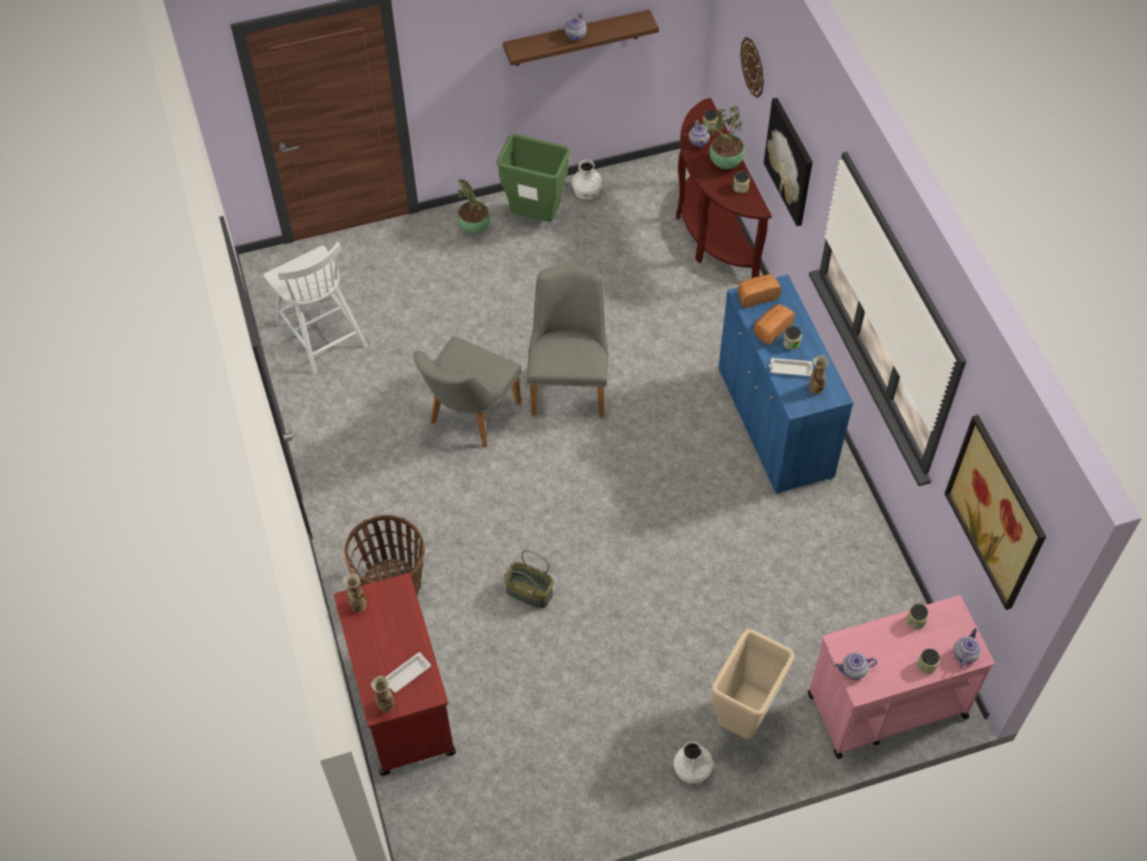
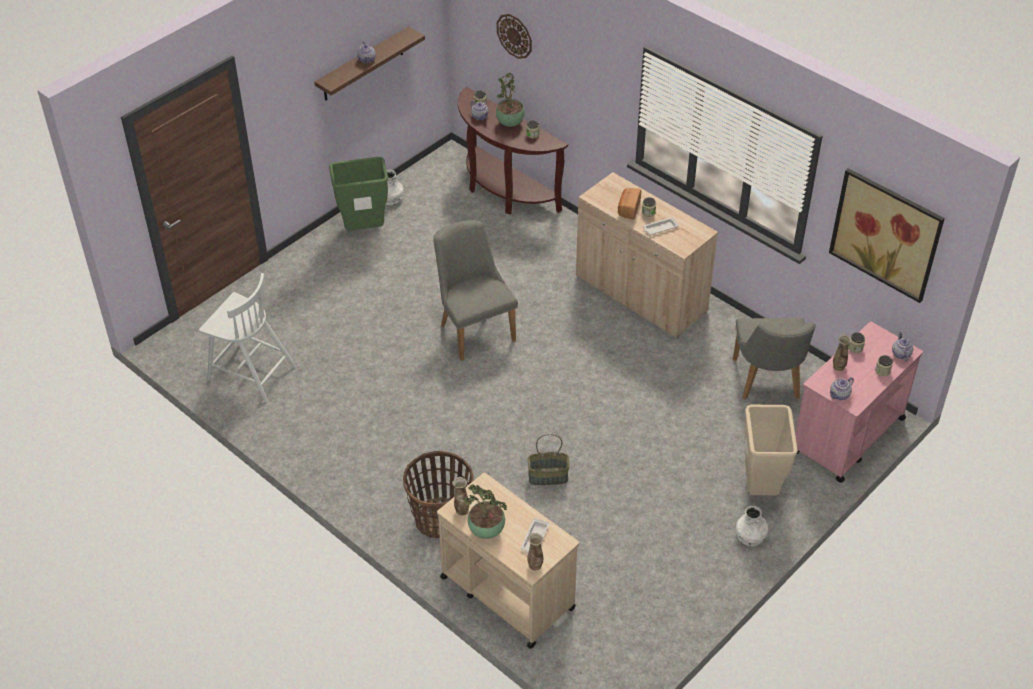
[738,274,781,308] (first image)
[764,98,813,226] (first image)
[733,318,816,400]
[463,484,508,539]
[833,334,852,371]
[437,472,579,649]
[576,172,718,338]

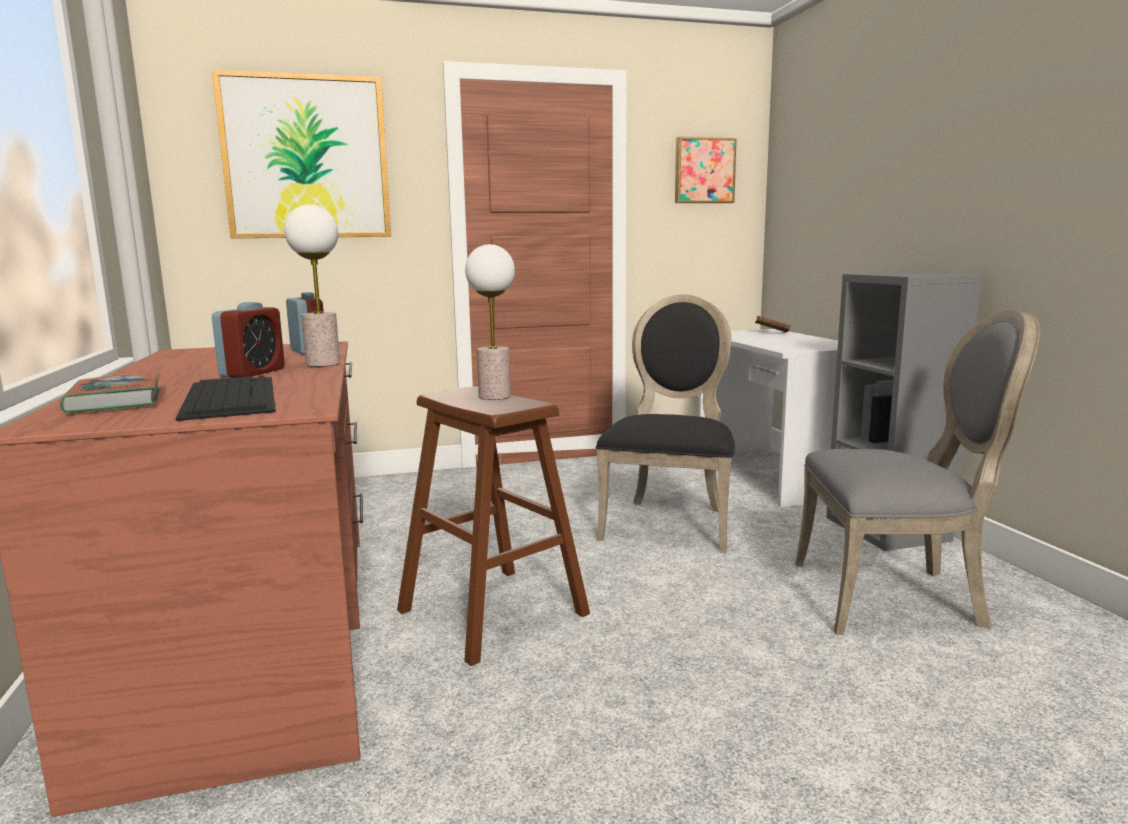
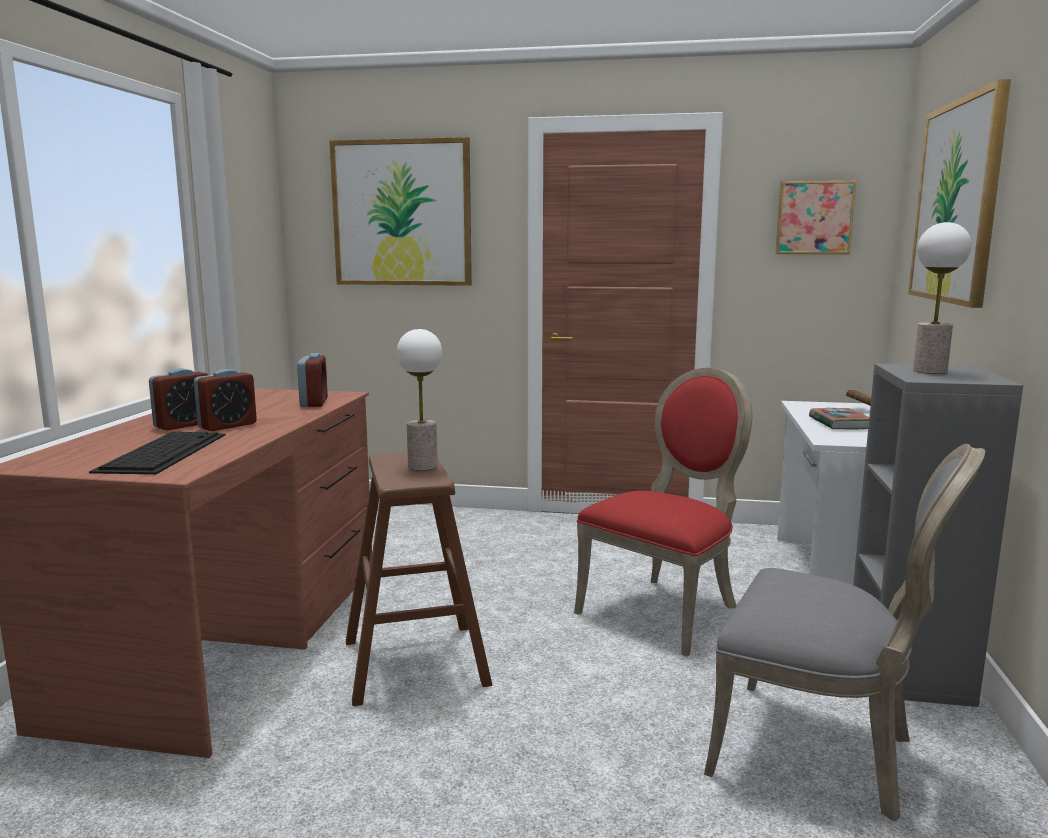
[149,369,208,431]
[908,79,1011,308]
[809,408,869,429]
[913,222,971,374]
[574,367,752,657]

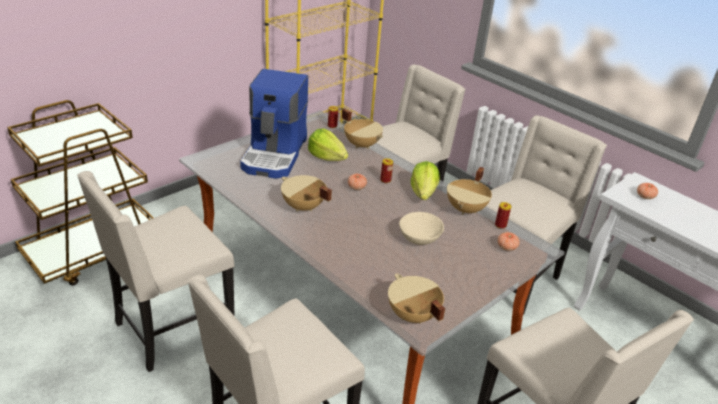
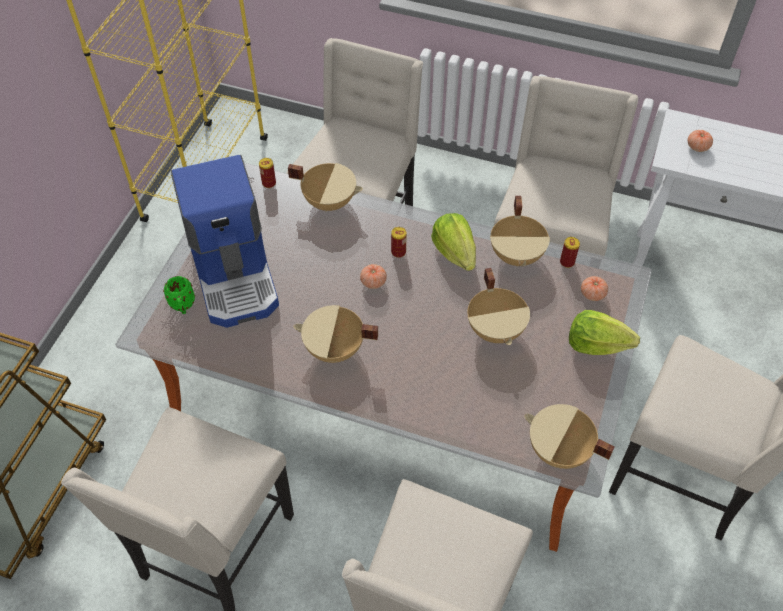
[163,276,195,314]
[569,310,640,355]
[468,268,530,345]

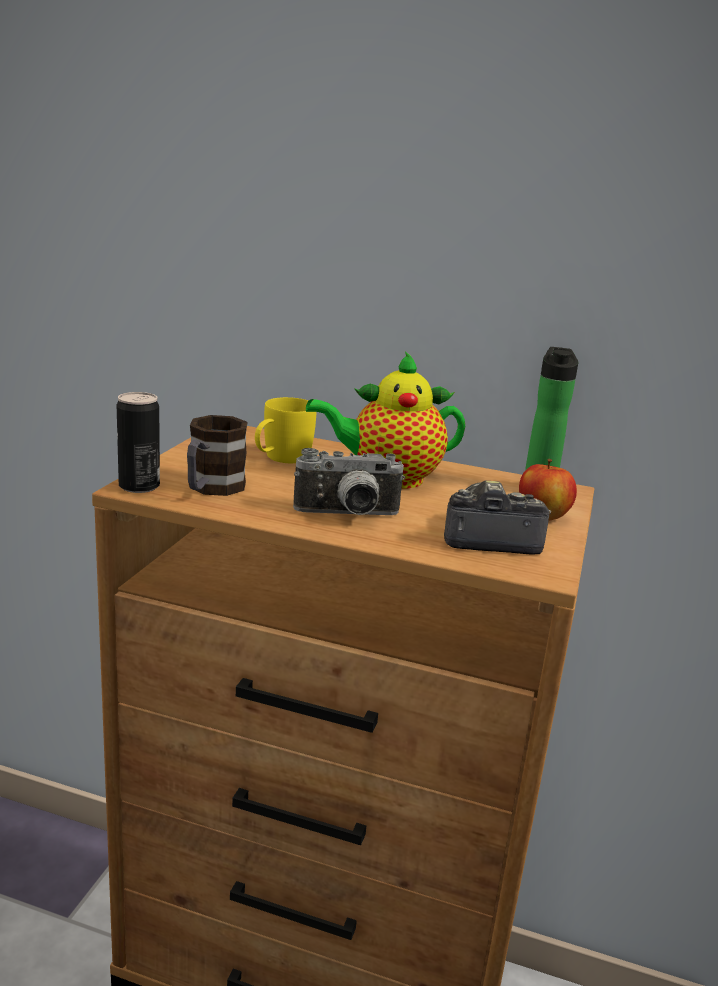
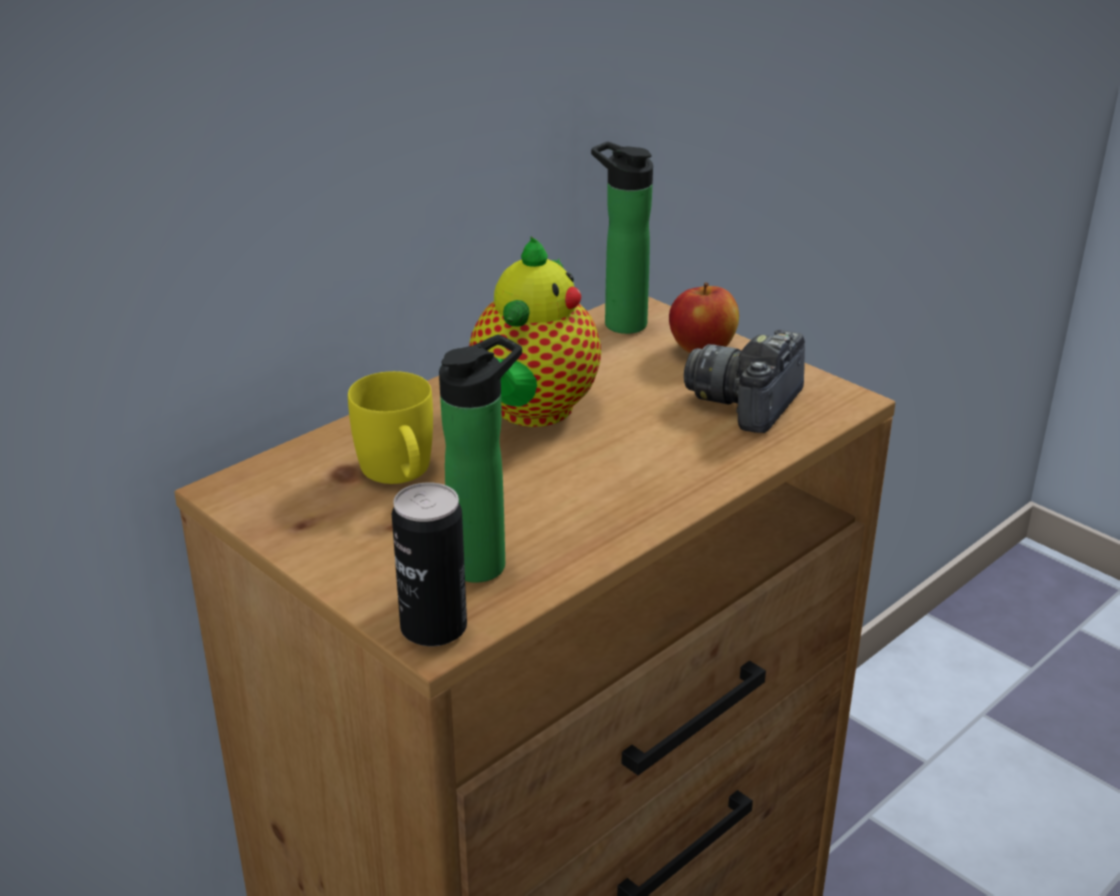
[293,448,405,515] (first image)
[439,335,522,583]

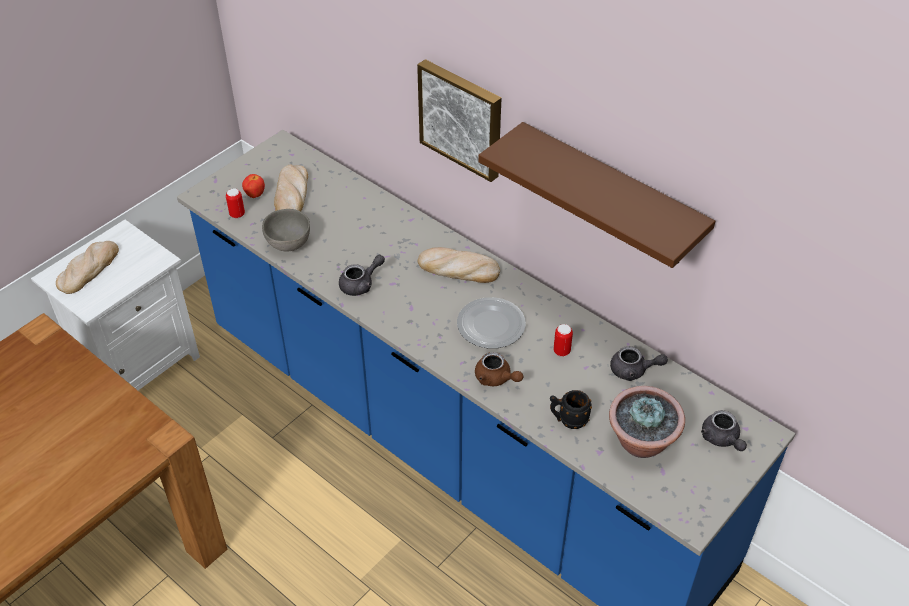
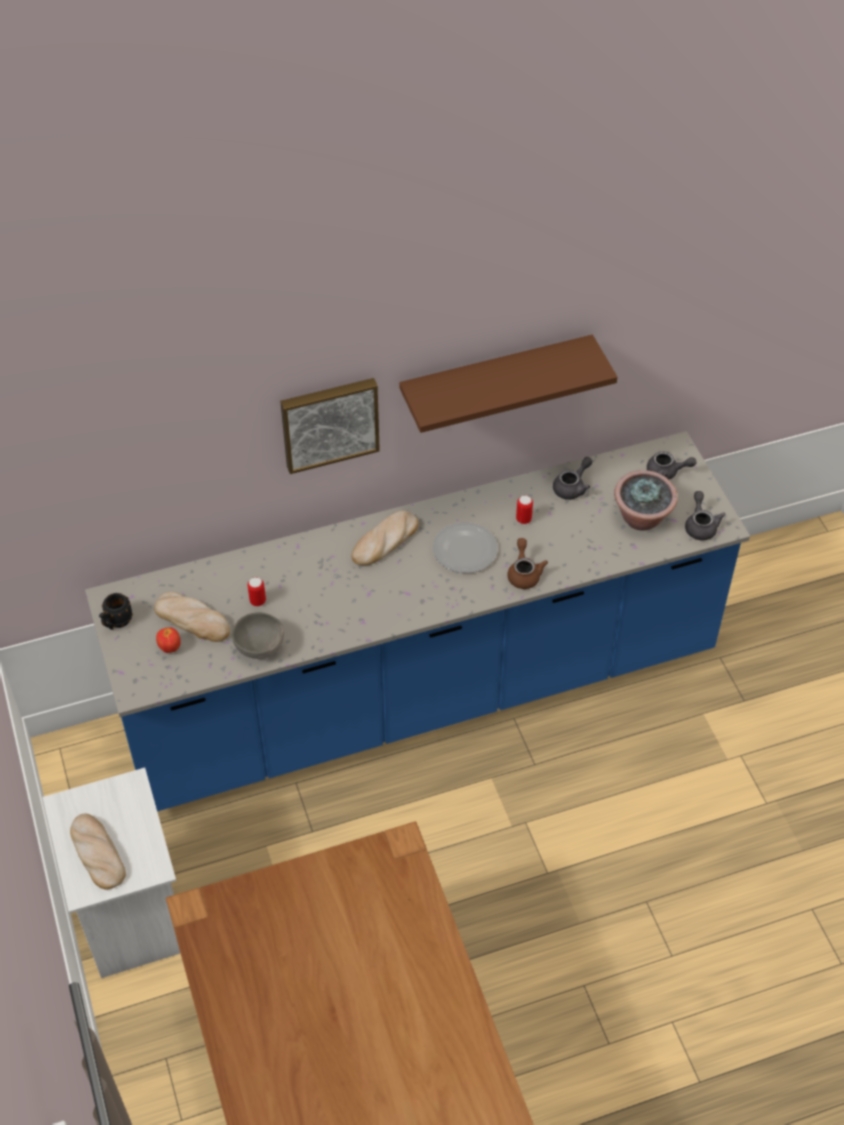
[248,577,266,606]
[685,491,726,541]
[99,593,133,630]
[507,538,548,589]

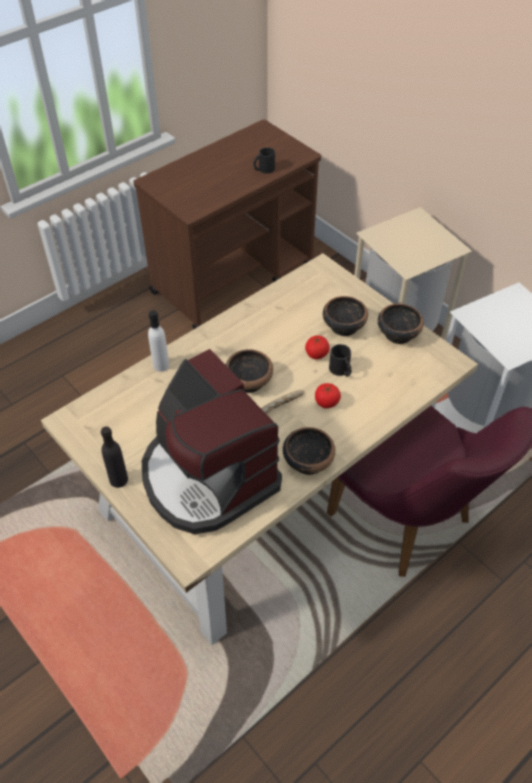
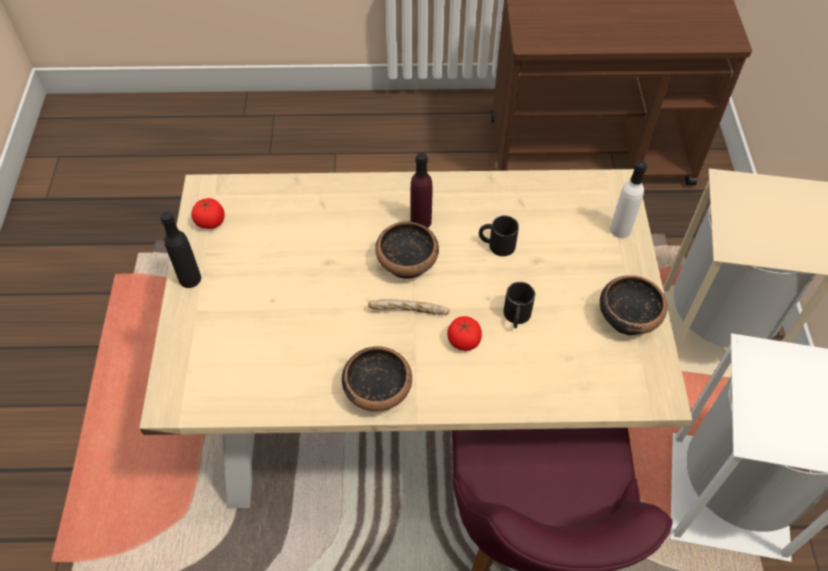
[142,349,282,534] (first image)
[323,296,368,336] (first image)
[411,152,432,228]
[610,161,647,238]
[479,215,519,256]
[191,198,225,229]

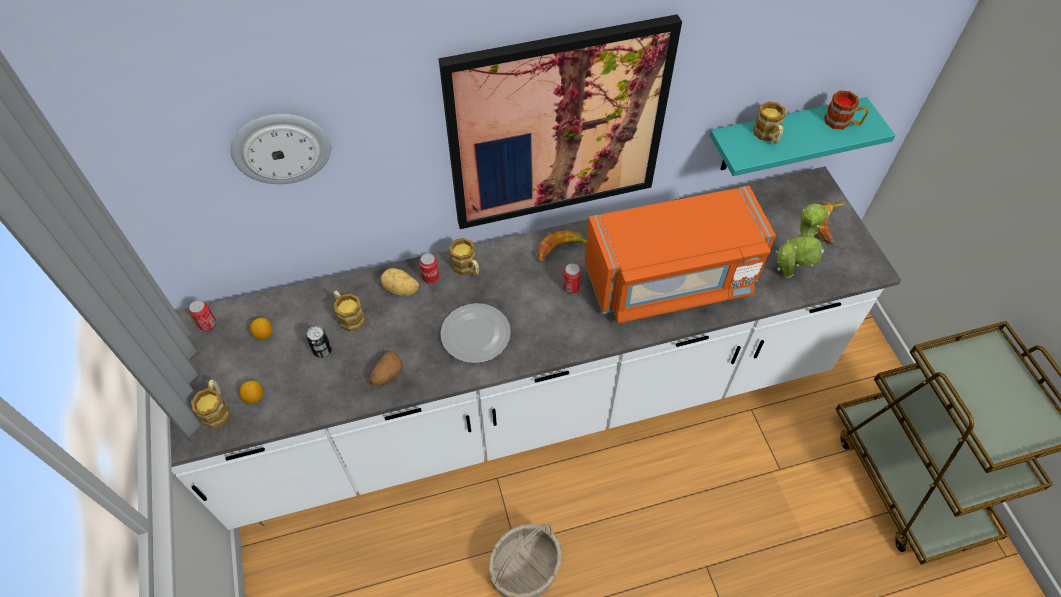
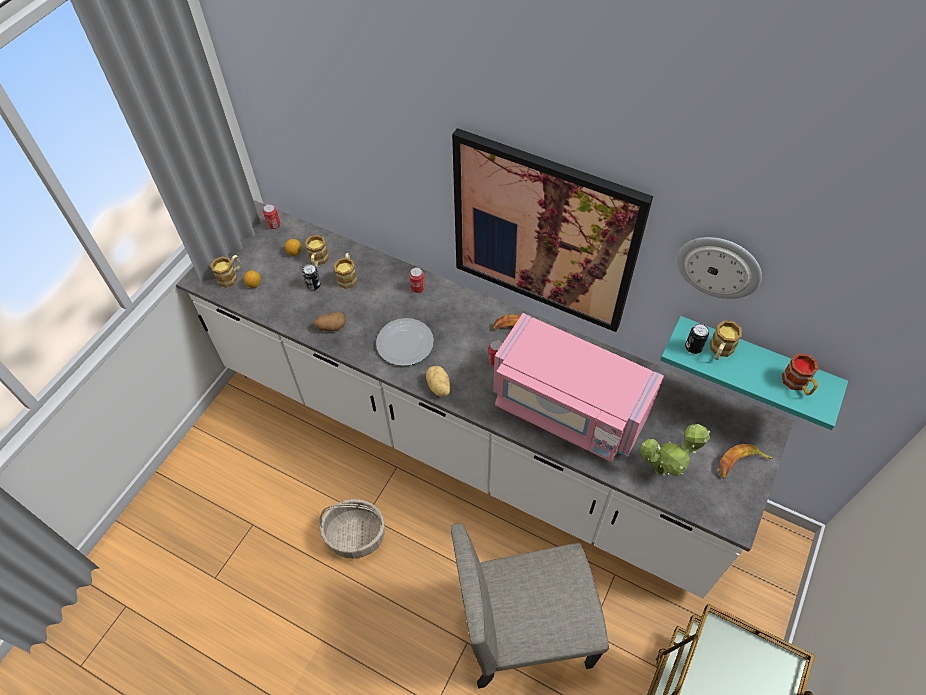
[450,523,609,689]
[685,323,709,354]
[677,237,762,299]
[426,366,450,397]
[305,235,329,268]
[493,313,664,462]

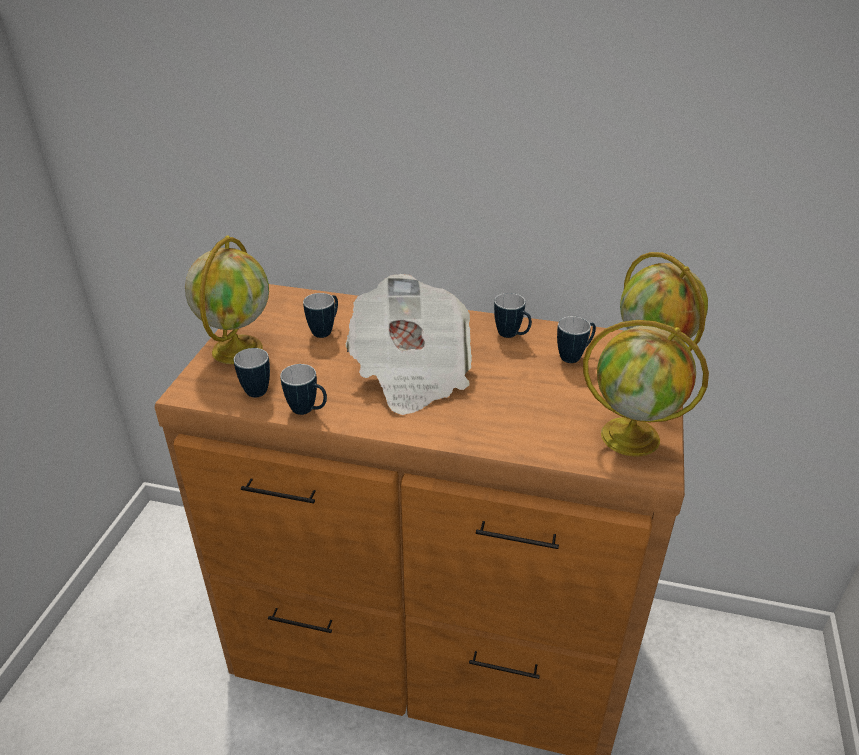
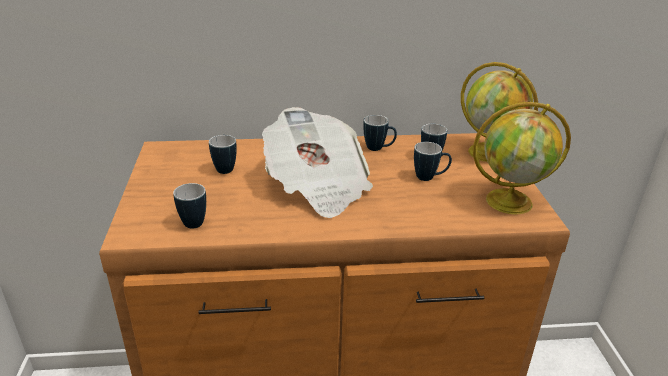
[185,235,269,364] (first image)
[414,142,452,181]

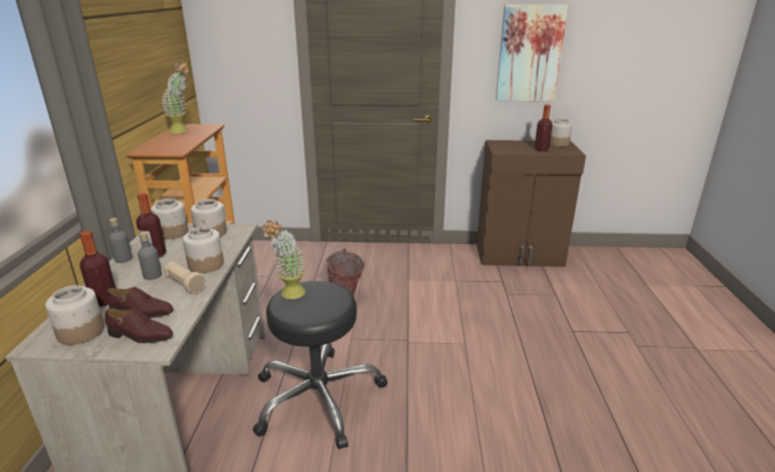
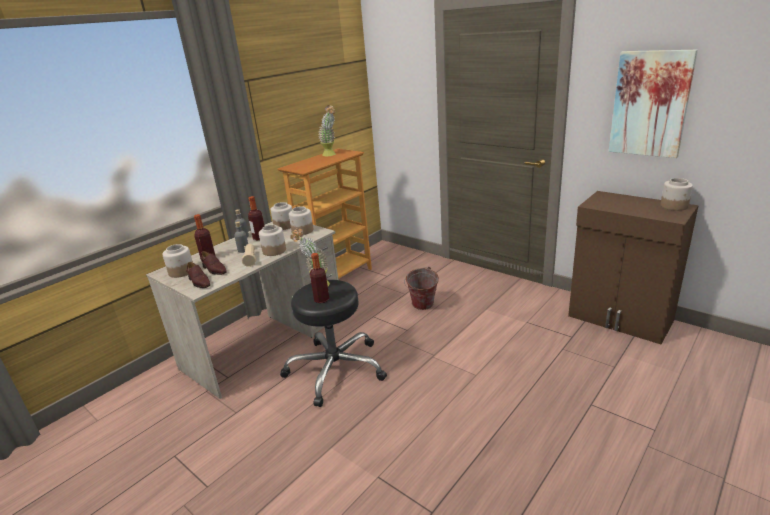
[310,253,329,303]

